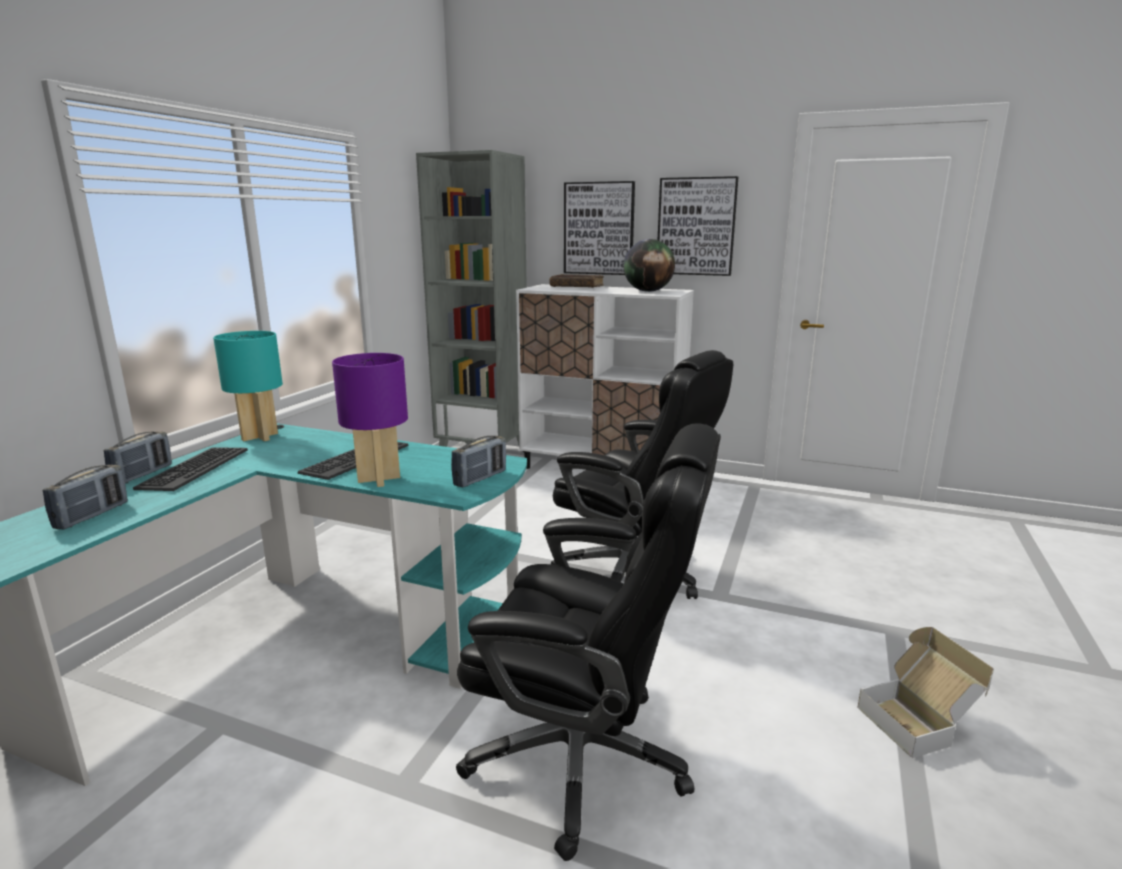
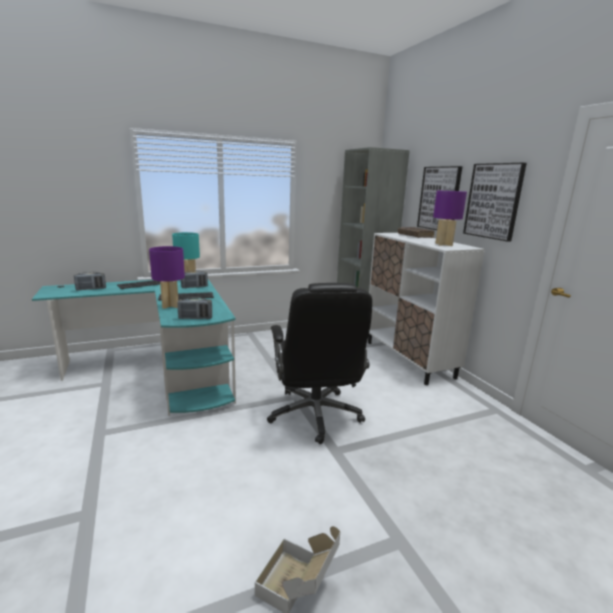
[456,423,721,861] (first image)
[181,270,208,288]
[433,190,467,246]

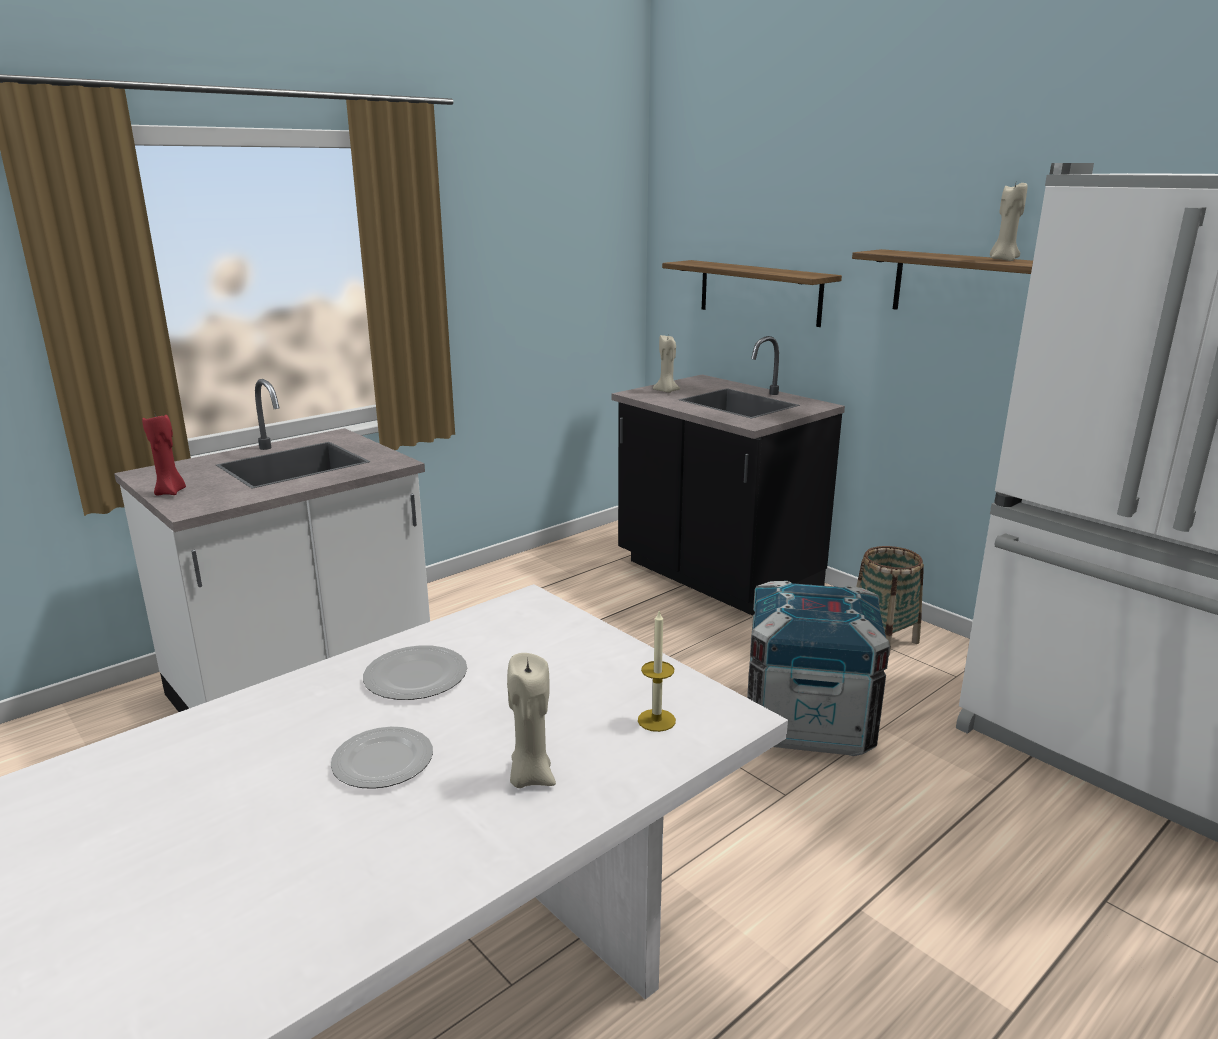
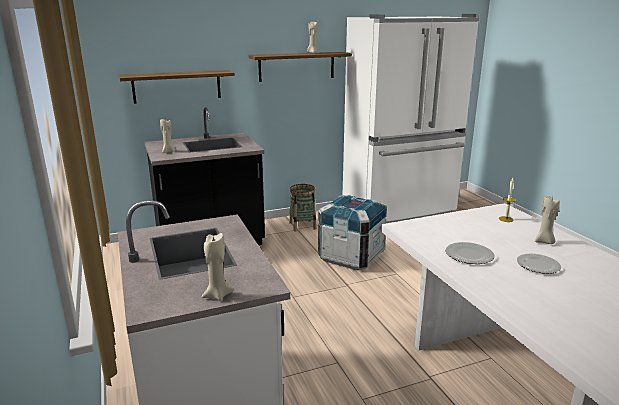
[202,233,234,301]

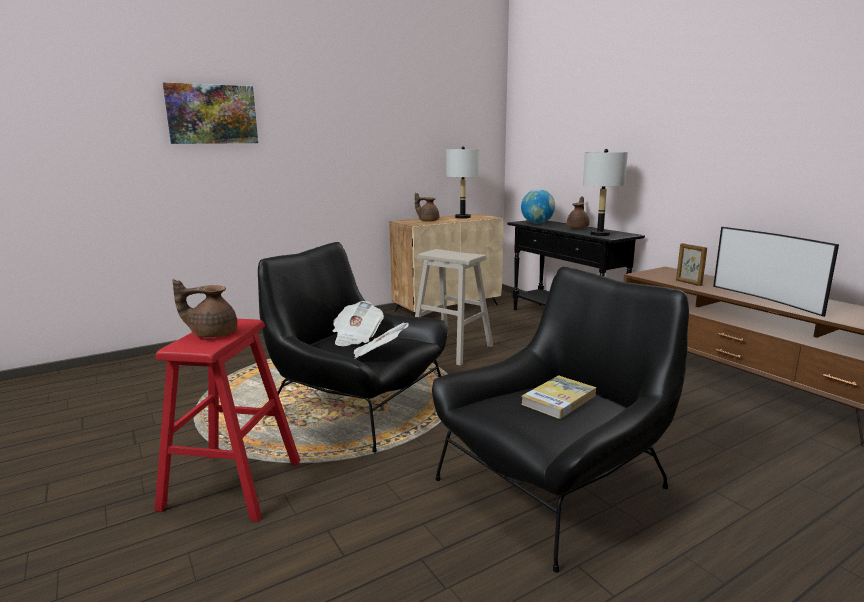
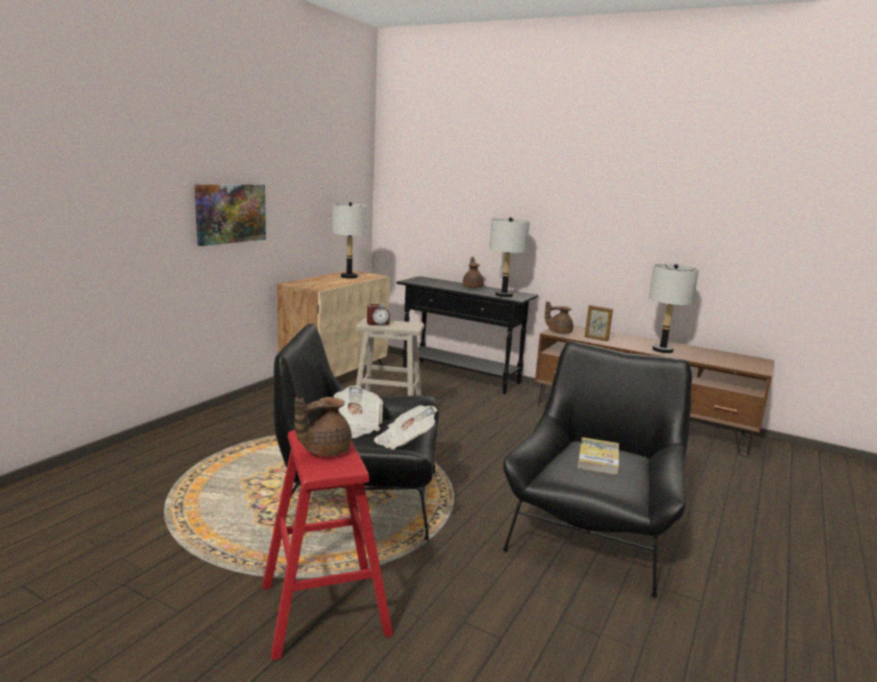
[521,189,555,224] (first image)
[367,304,390,325]
[194,184,266,246]
[545,301,573,334]
[649,264,699,353]

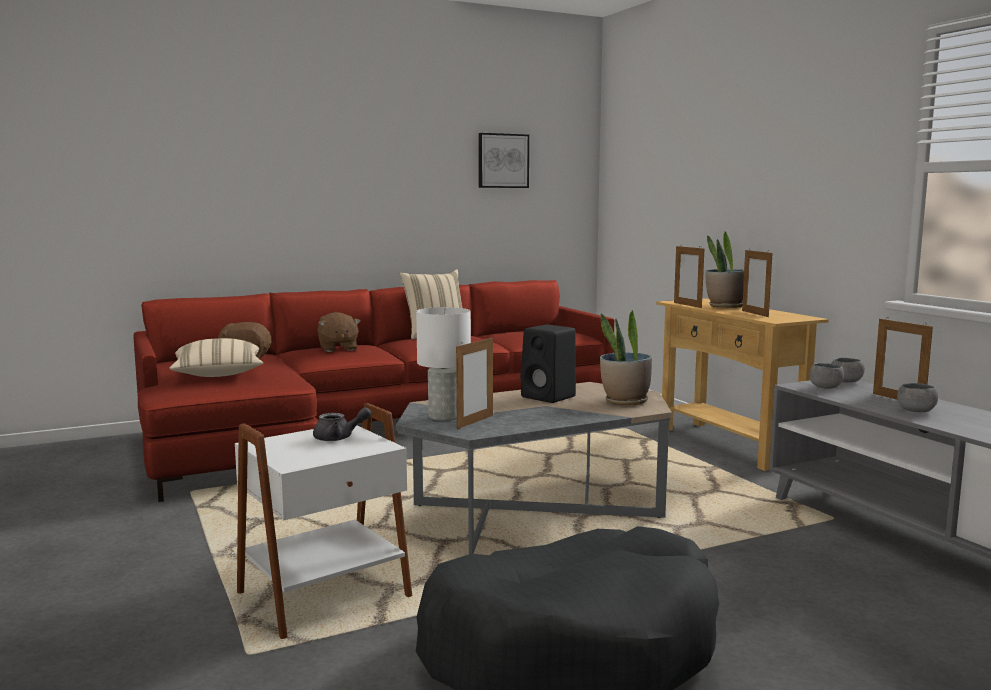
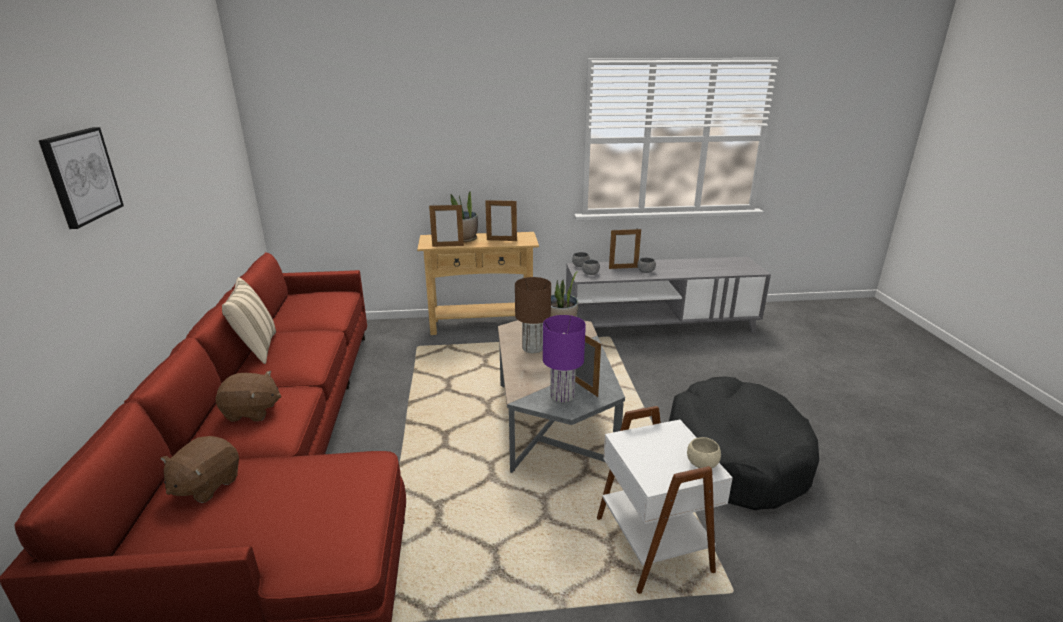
[169,338,263,377] (first image)
[313,407,372,441] (first image)
[687,437,721,468]
[39,127,124,229]
[515,277,551,353]
[543,315,586,403]

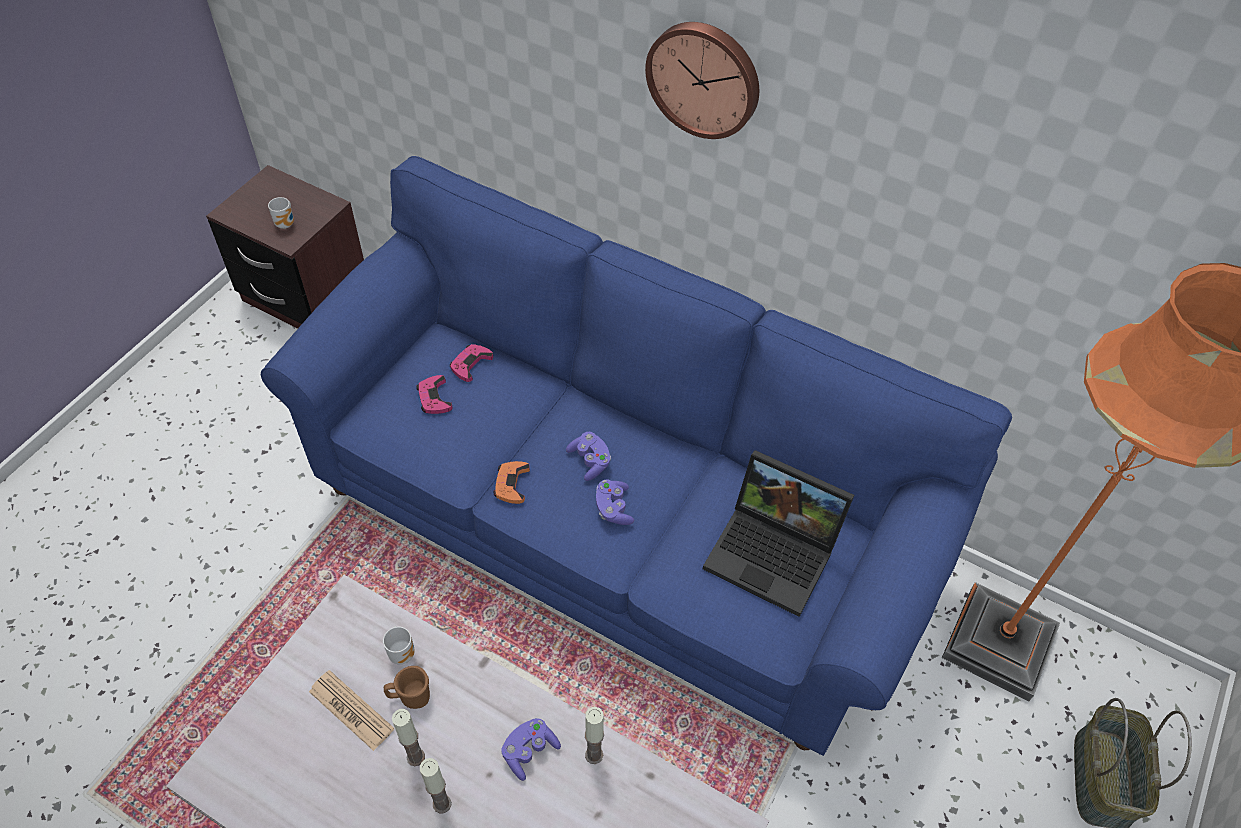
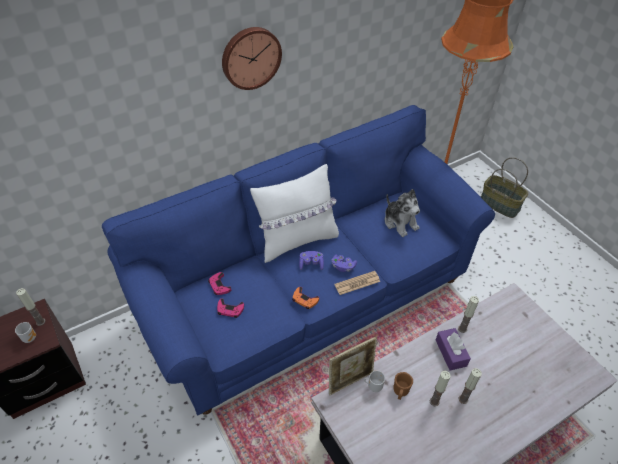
[16,288,45,326]
[250,164,339,263]
[329,336,377,395]
[334,271,380,295]
[436,328,471,371]
[385,189,420,237]

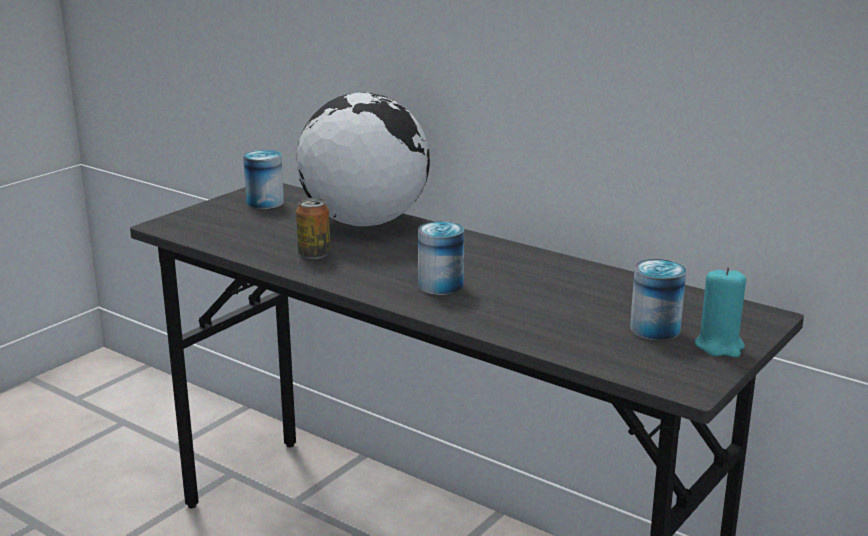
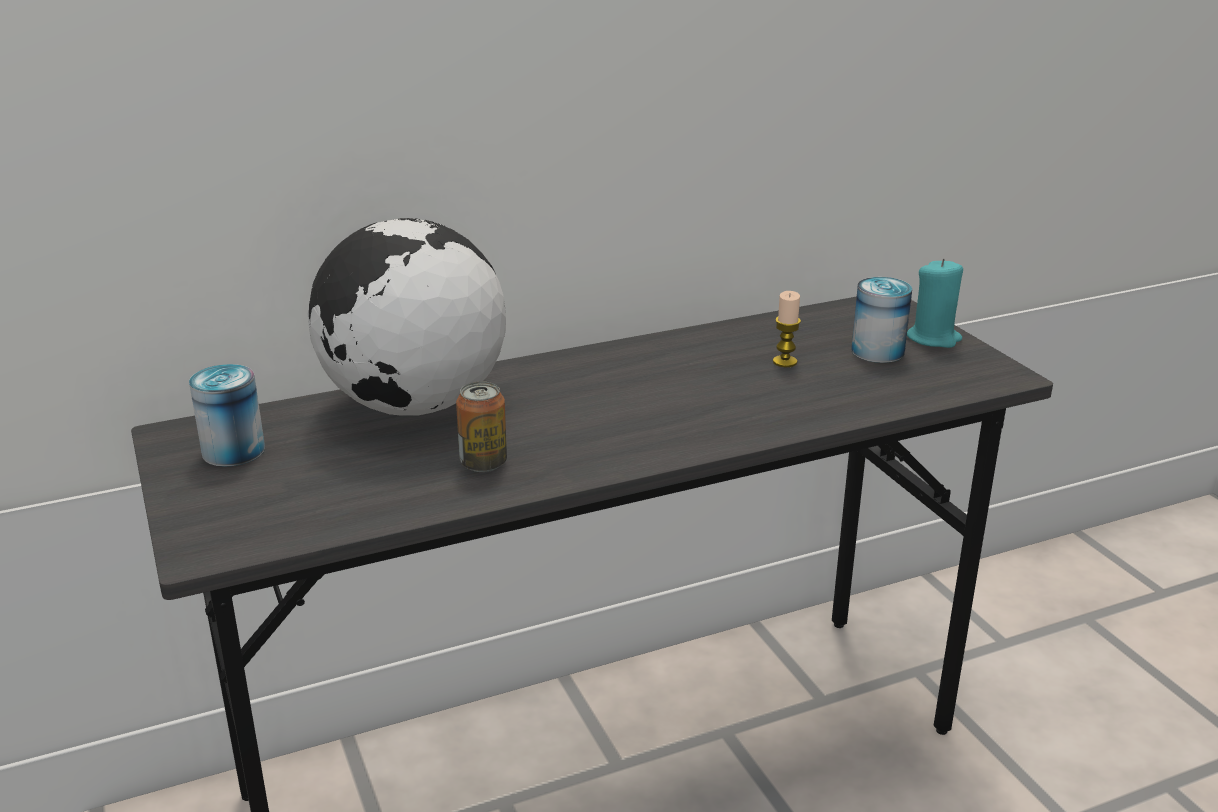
[418,221,464,295] (first image)
[773,291,801,367]

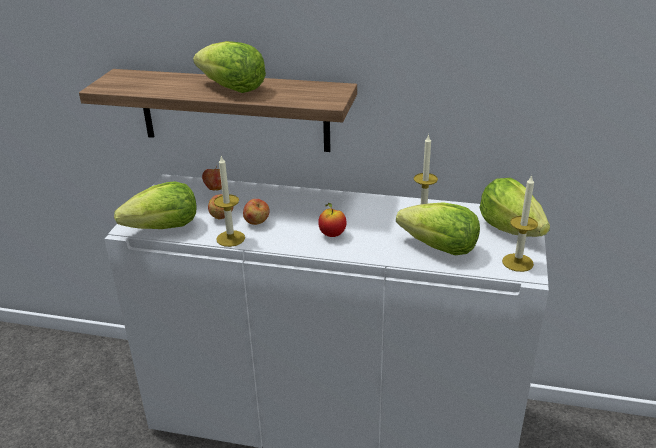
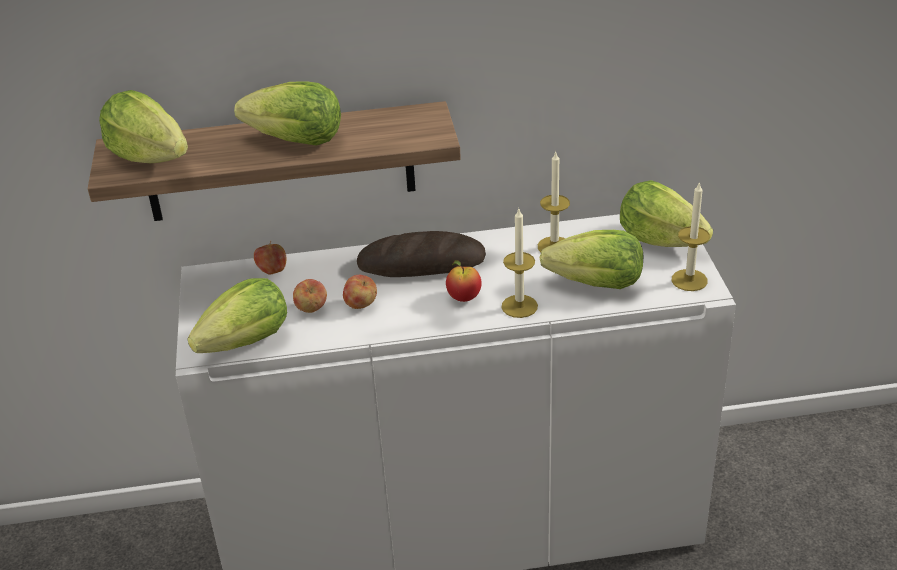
[99,90,188,163]
[357,231,486,277]
[501,207,538,318]

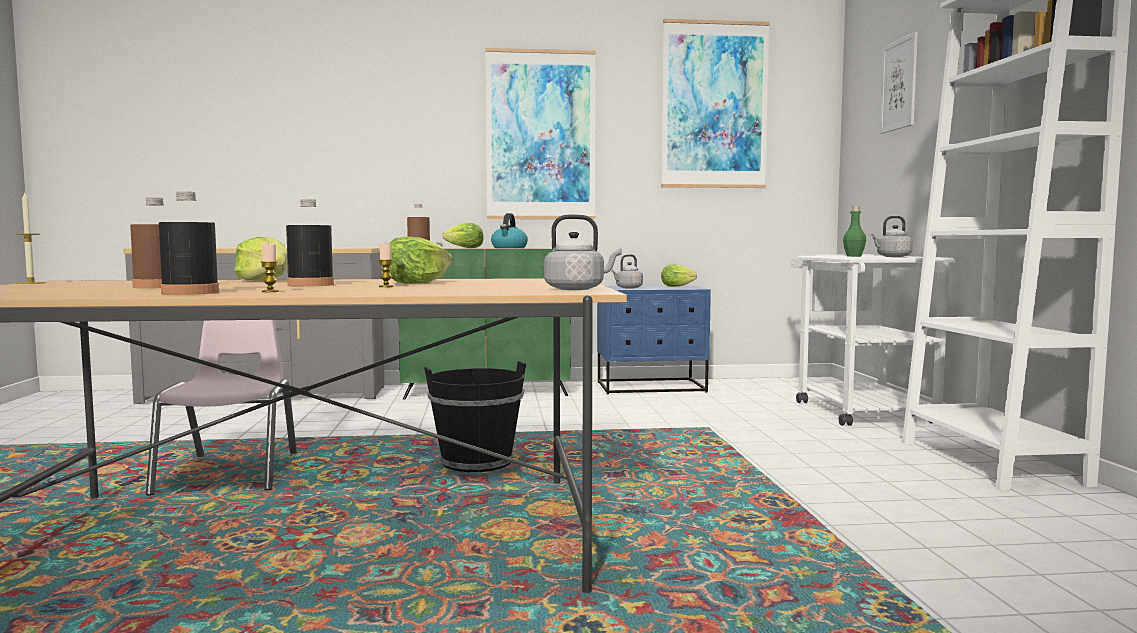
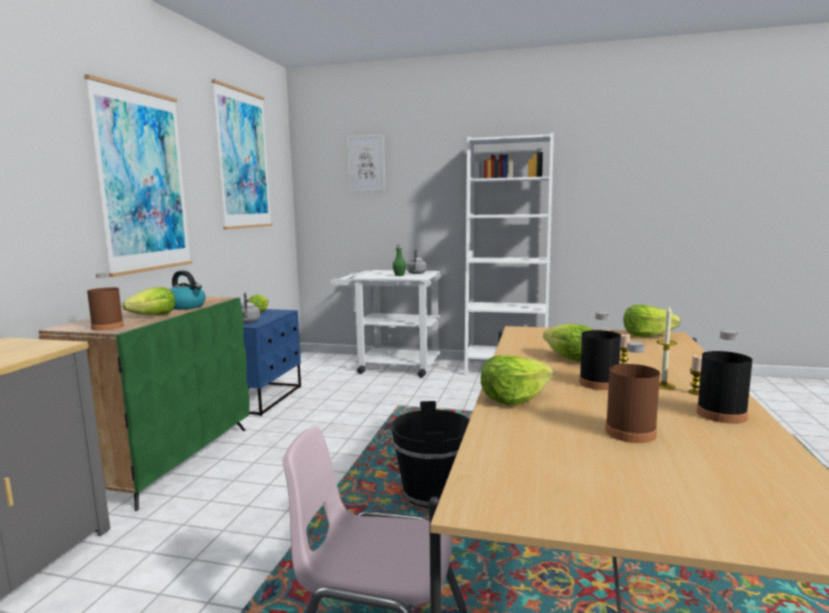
[657,305,677,390]
[623,304,681,337]

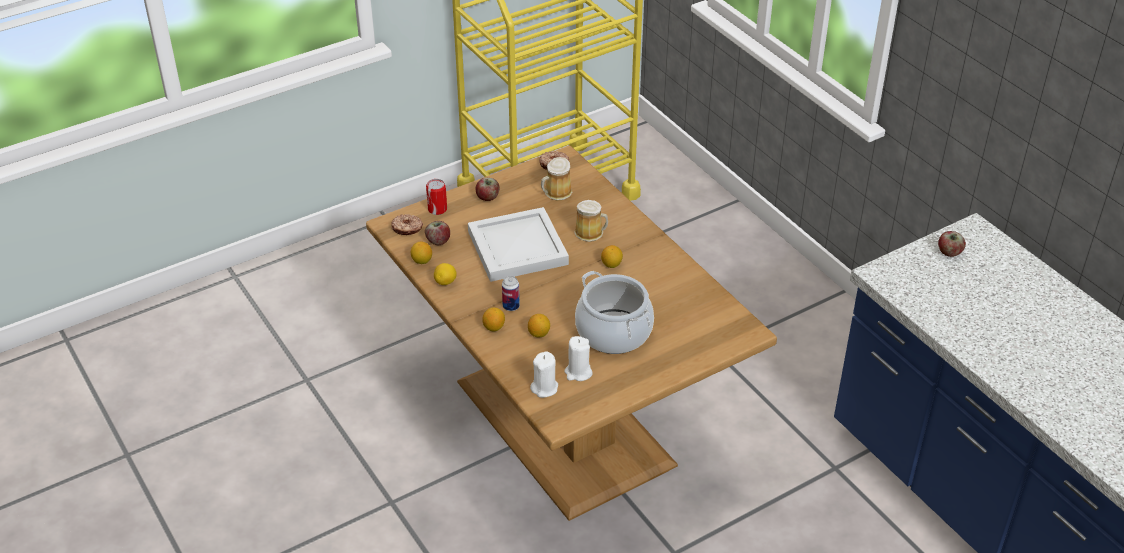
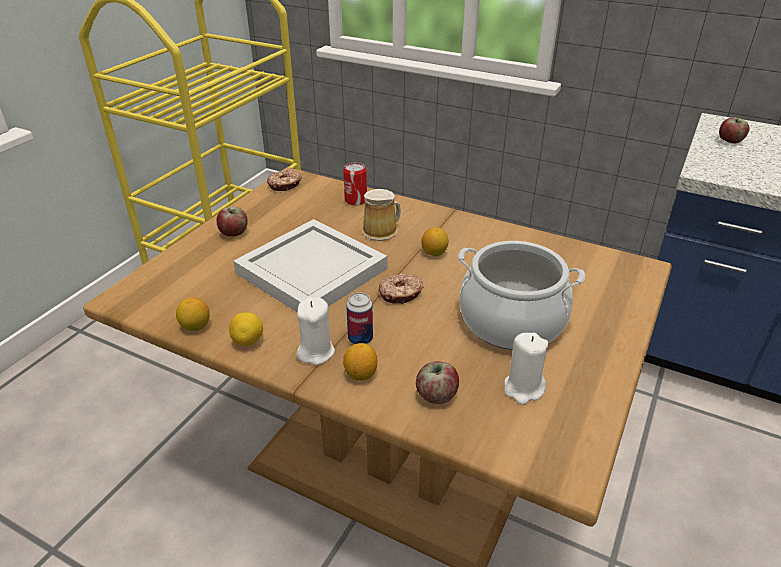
[528,314,550,337] (first image)
[541,157,572,200] (first image)
[379,274,424,304]
[416,361,459,404]
[343,162,367,206]
[296,297,335,365]

